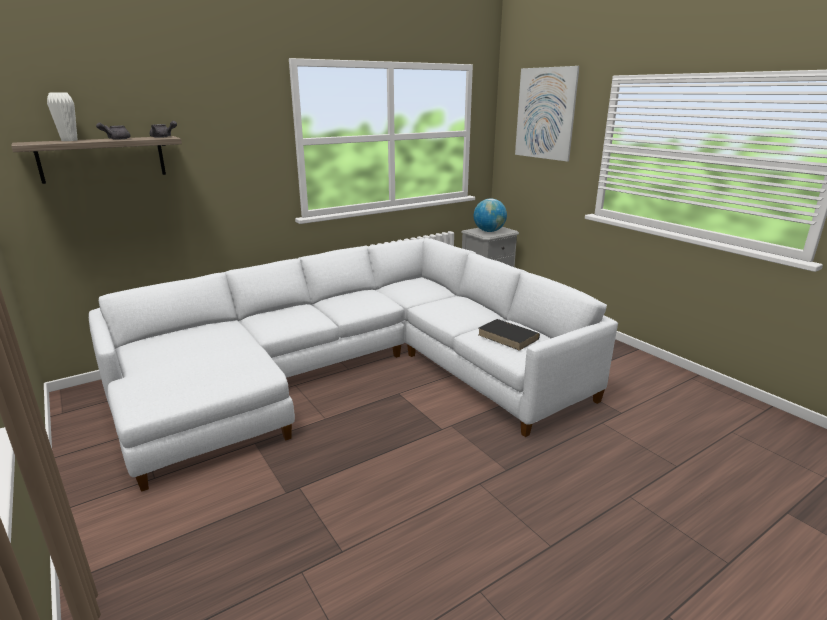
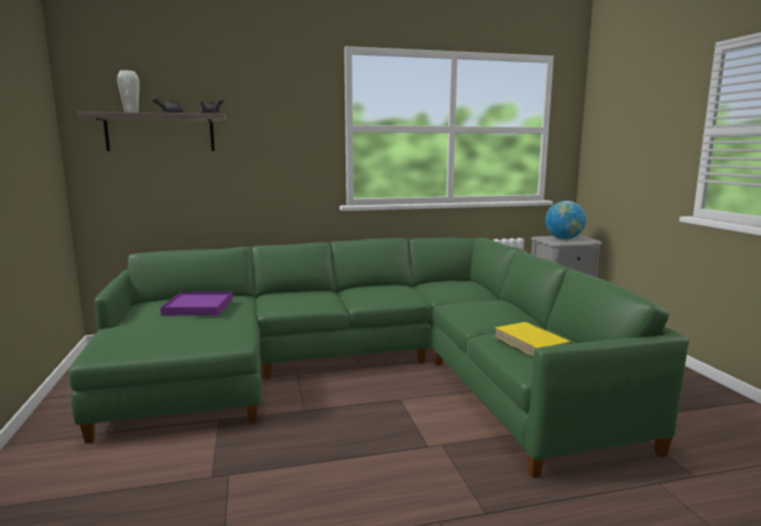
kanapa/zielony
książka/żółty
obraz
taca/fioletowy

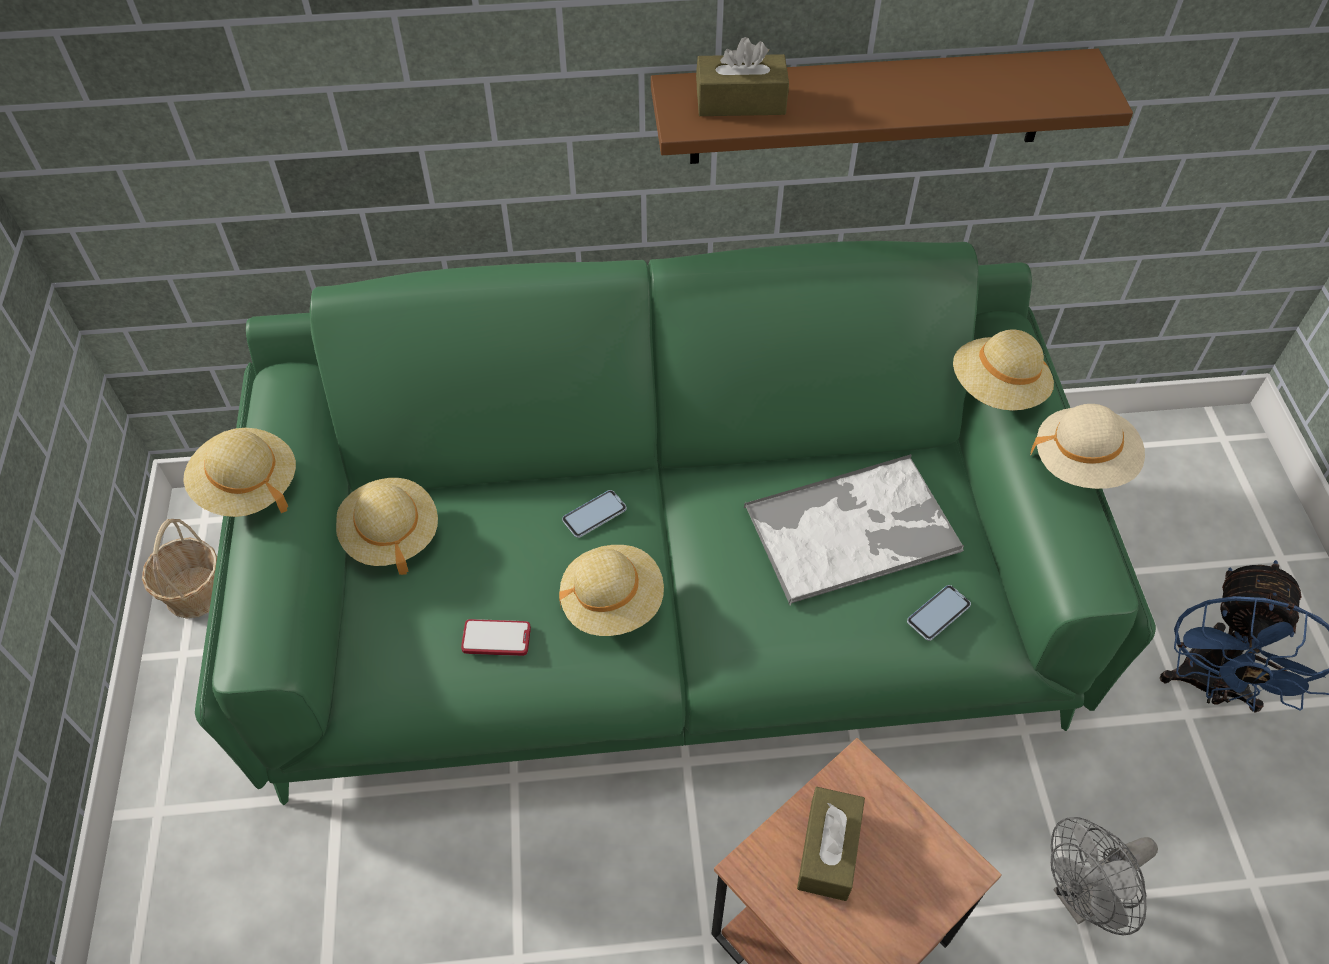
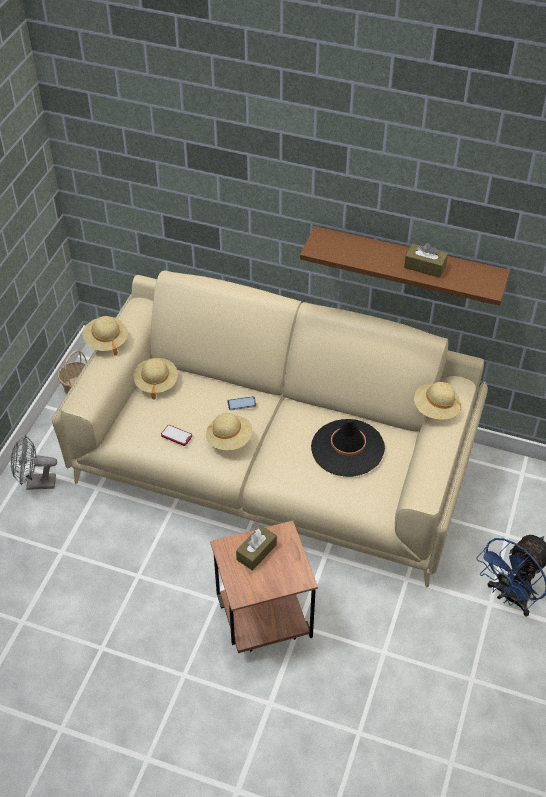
kanapa/beżowy
pudełko chusteczek/brązowy (no. 2 from left)
kapelusz/czarny
telefon (no. 3 from left in the first image)
kapelusz/beżowy (no. 5 from left in the first image)
wentylator/szary

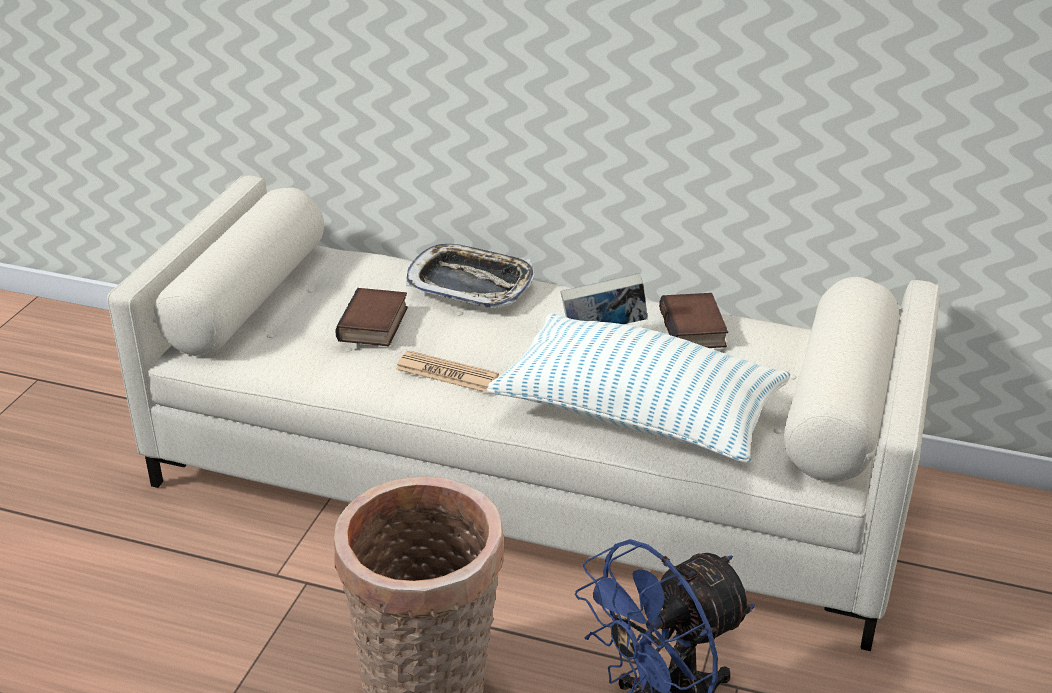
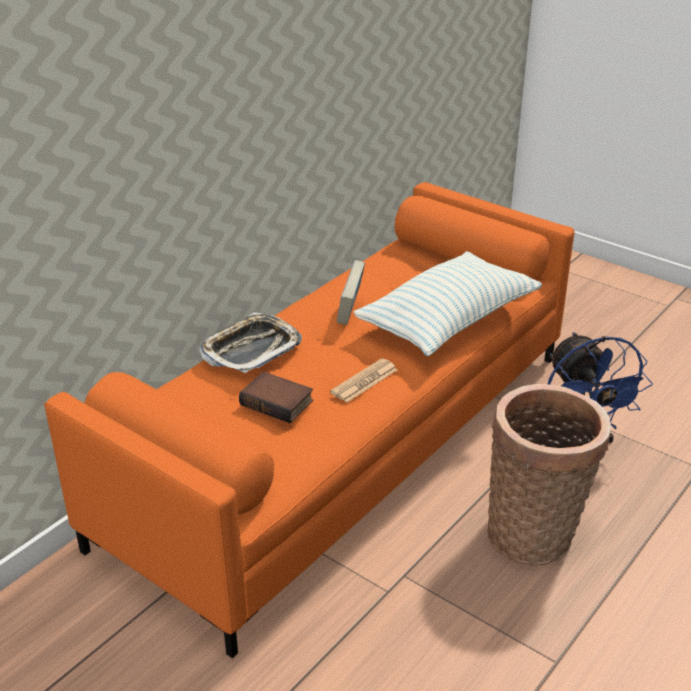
kanapa/pomarańczowy
książka (no. 3 from left in the first image)

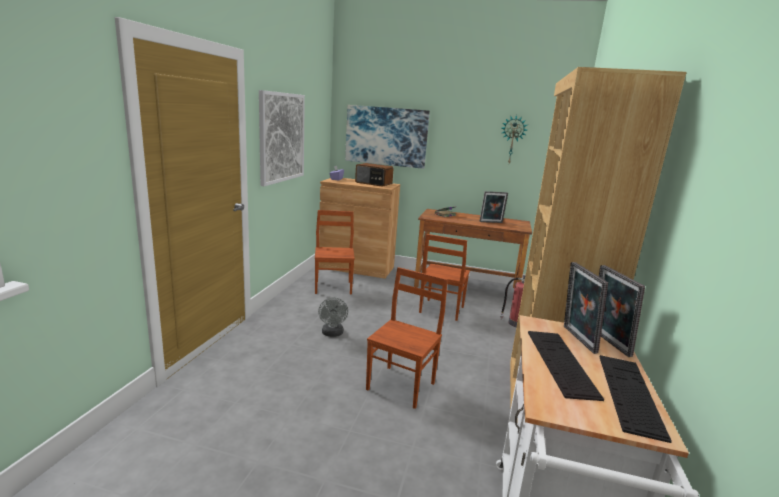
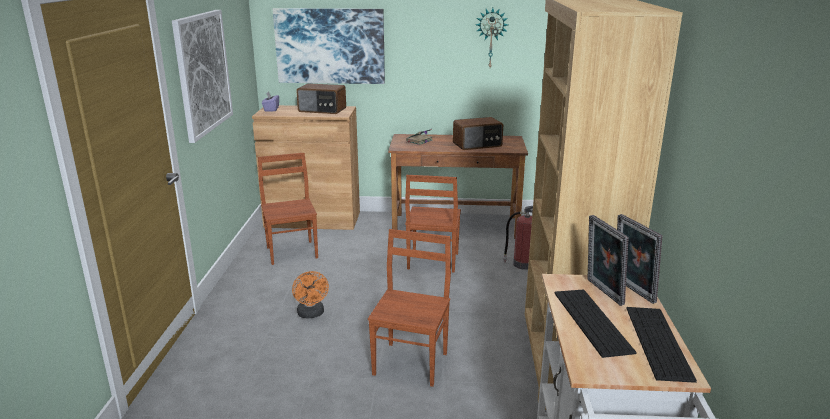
wentylator/pomarańczowy
radio (no. 2 from left)

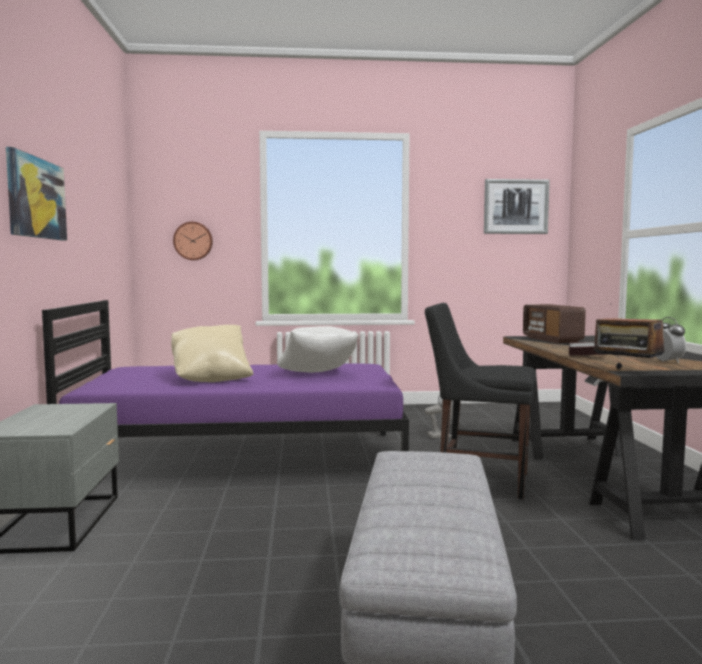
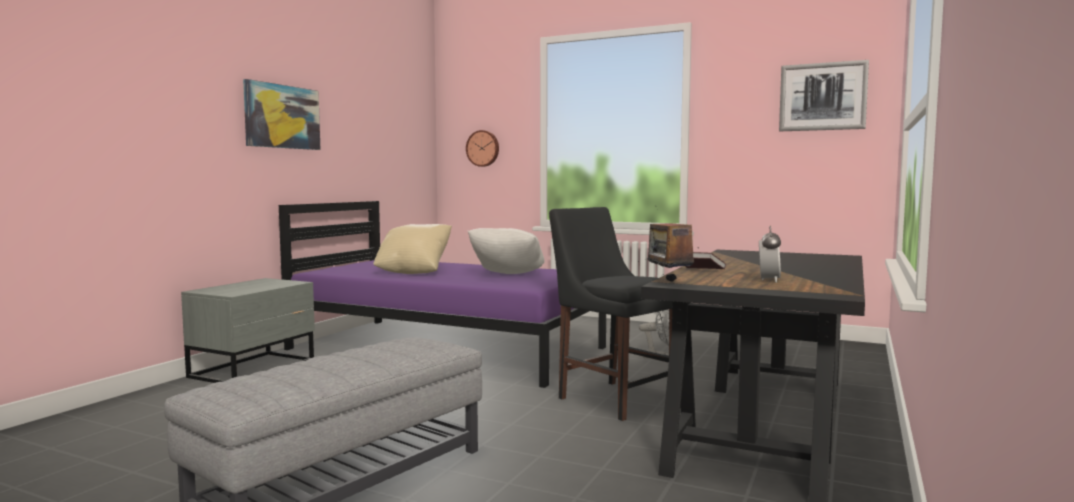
radio (no. 1 from left in the first image)

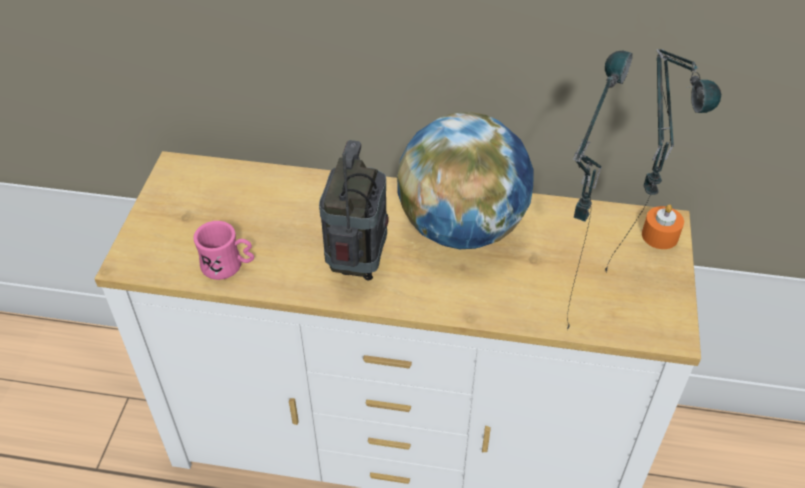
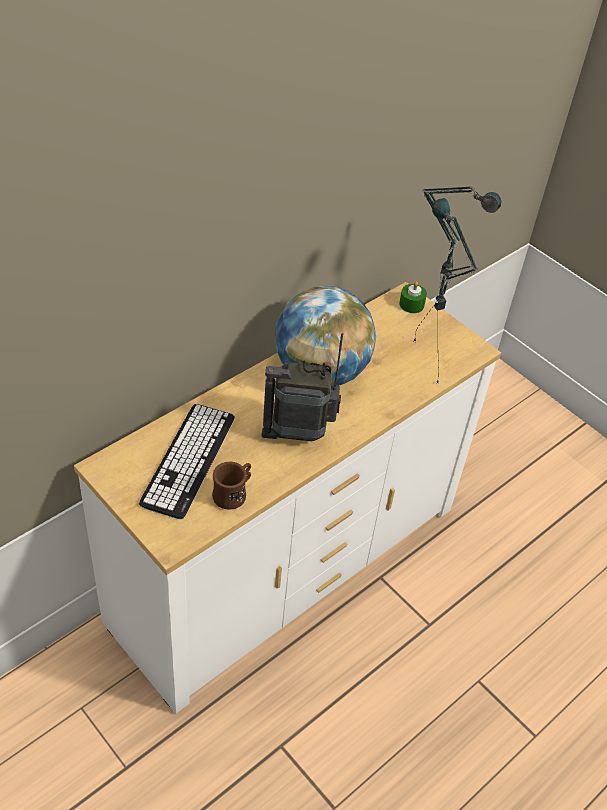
kubek/brązowy
radio
świeca/zielony
klawiatura

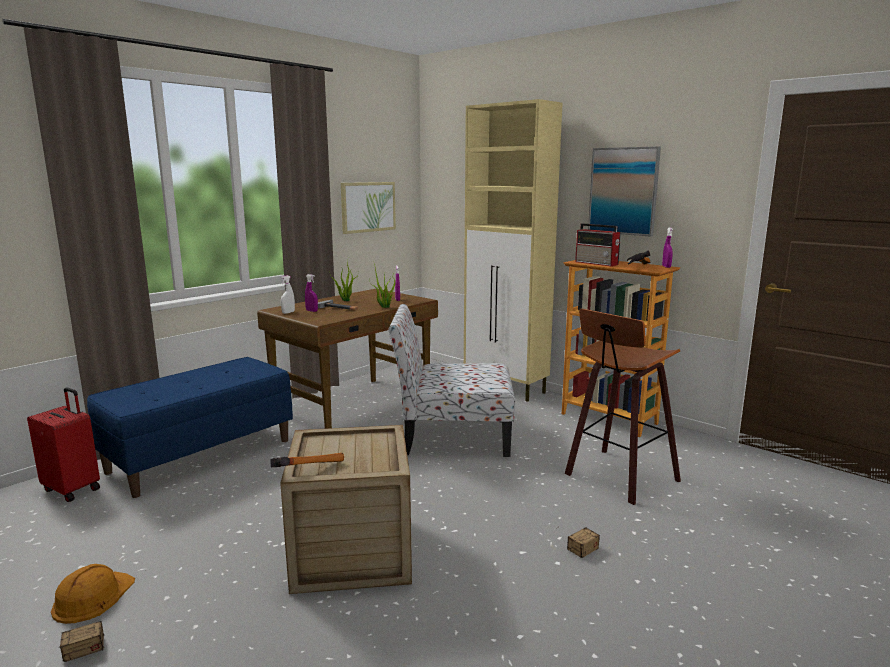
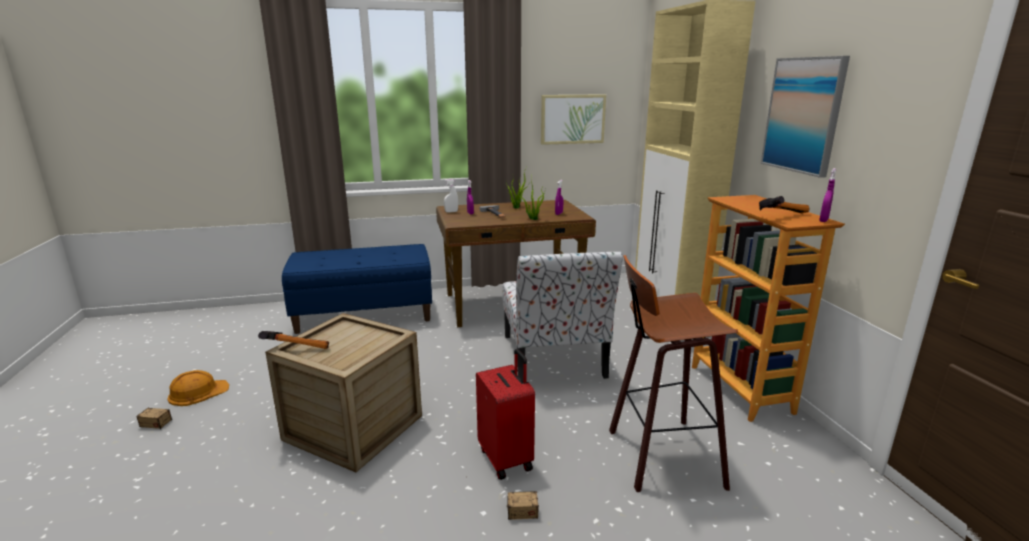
walizka/czerwony
krzesło
radio

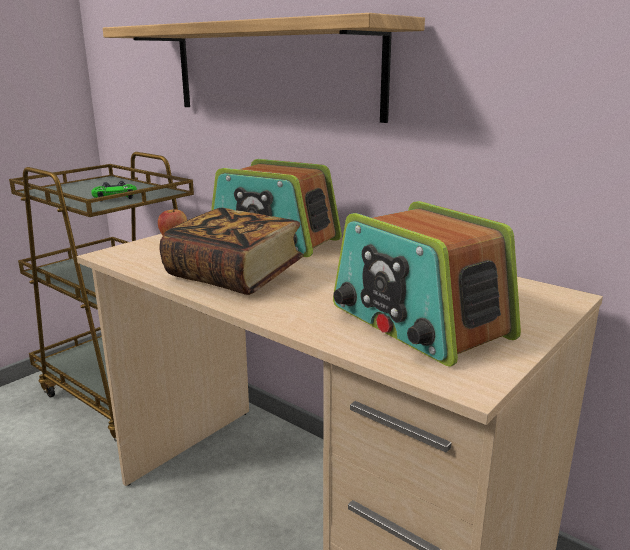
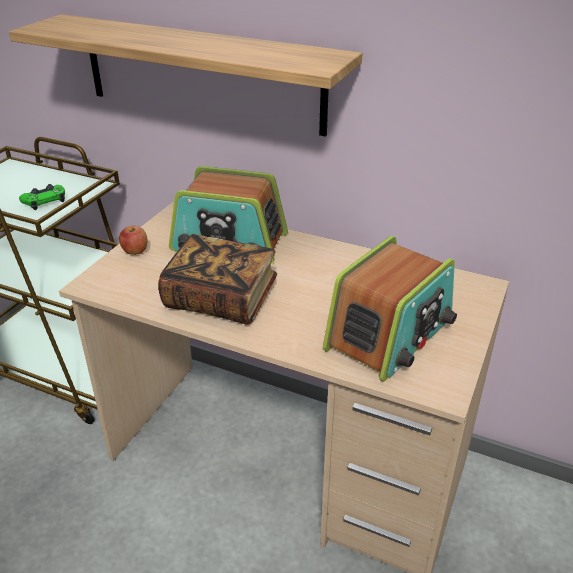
radio (no. 2 from left)

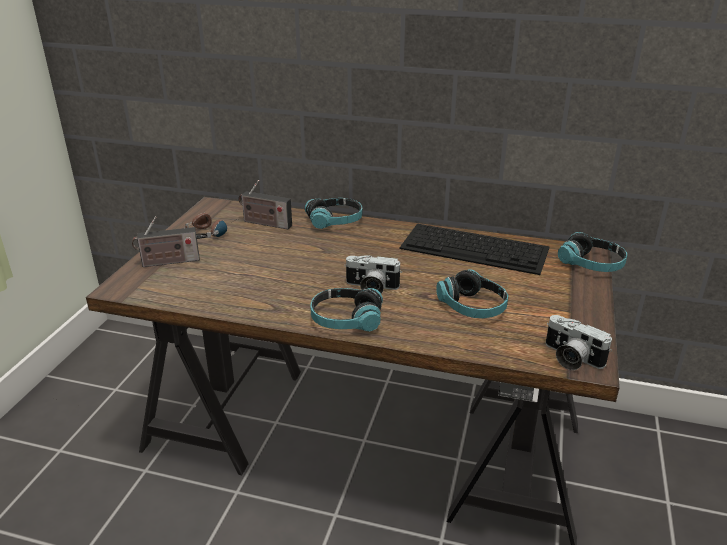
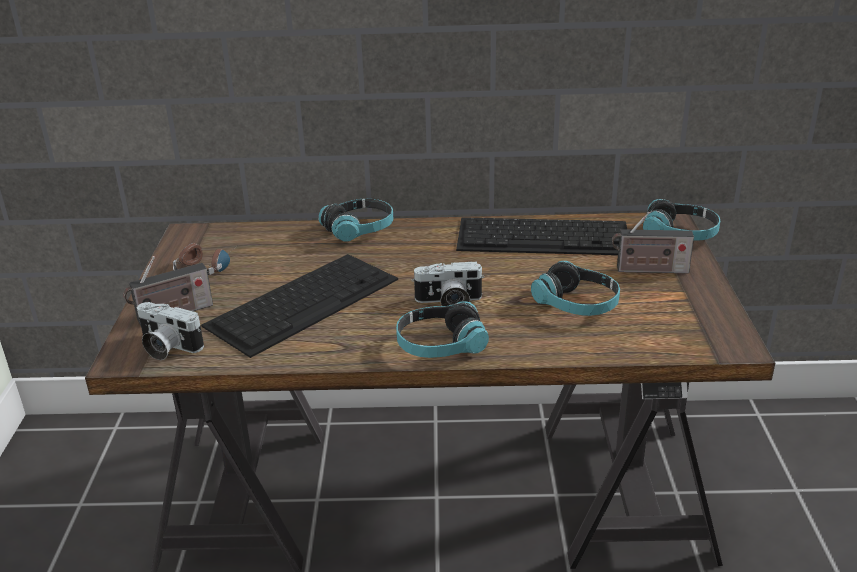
radio (no. 2 from left)
aparat fotograficzny (no. 1 from left)
klawiatura (no. 1 from left)

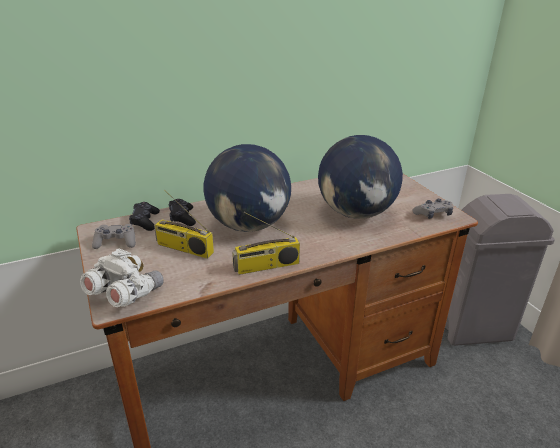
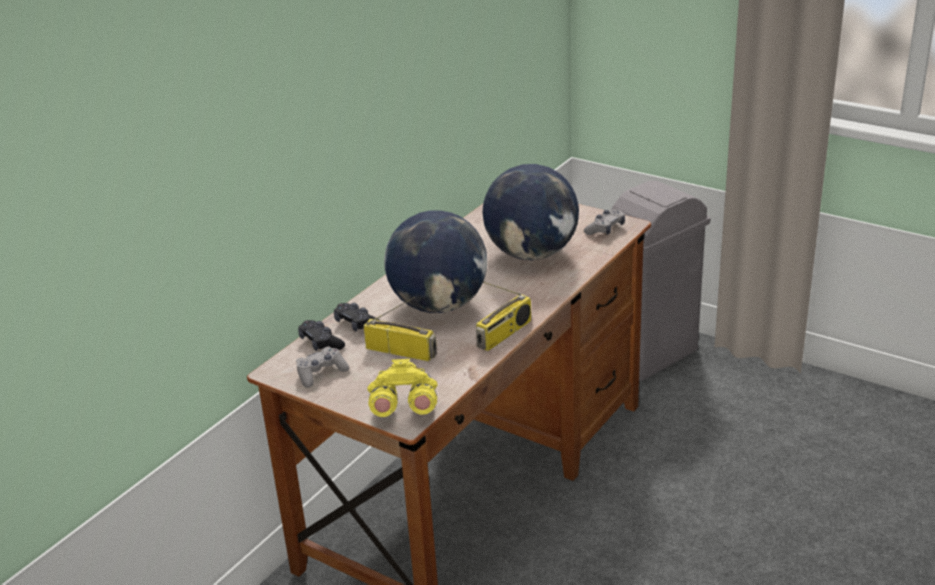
lornetka/żółty
radio (no. 1 from left)

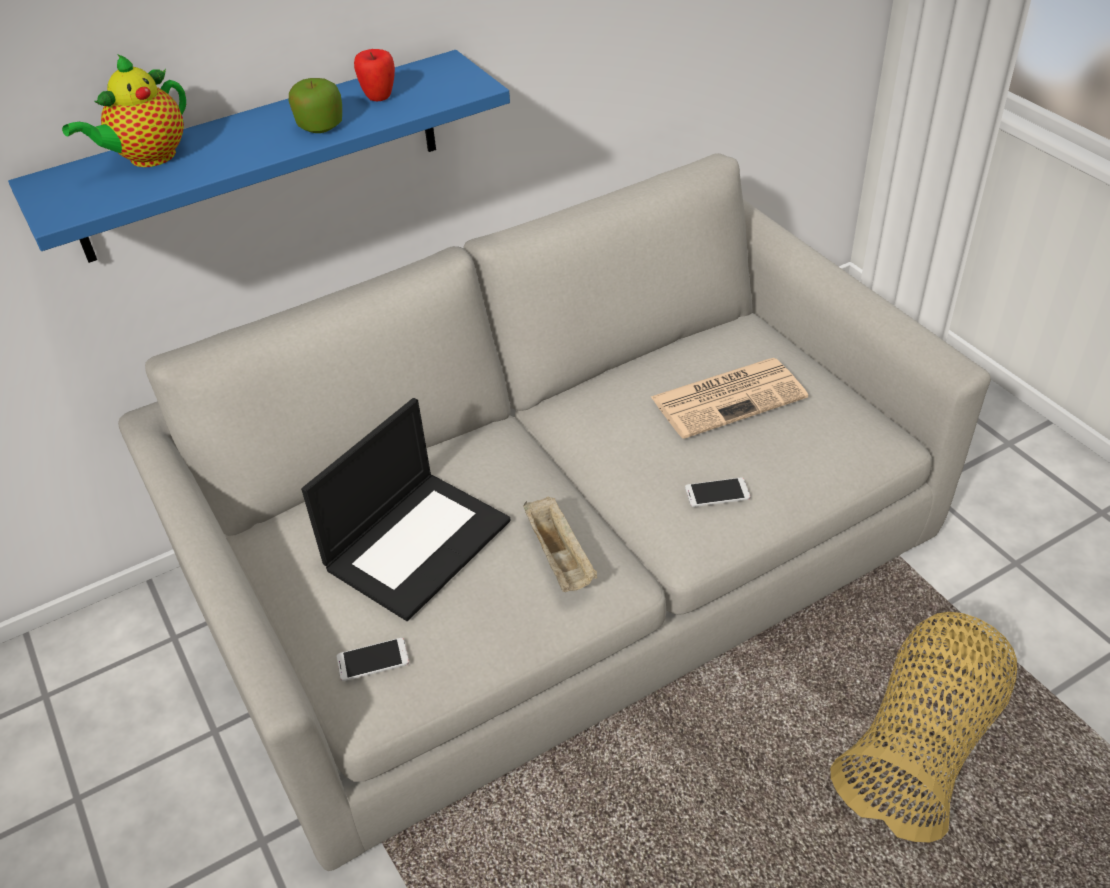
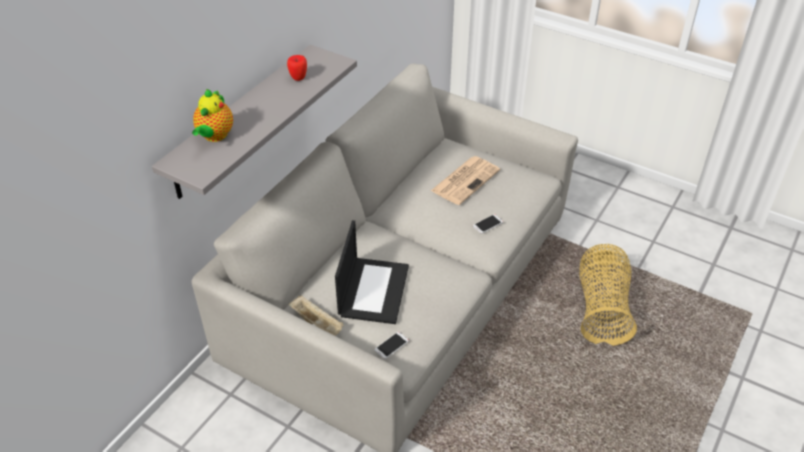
półka/szary
jabłko (no. 1 from left in the first image)
taca/beżowy

